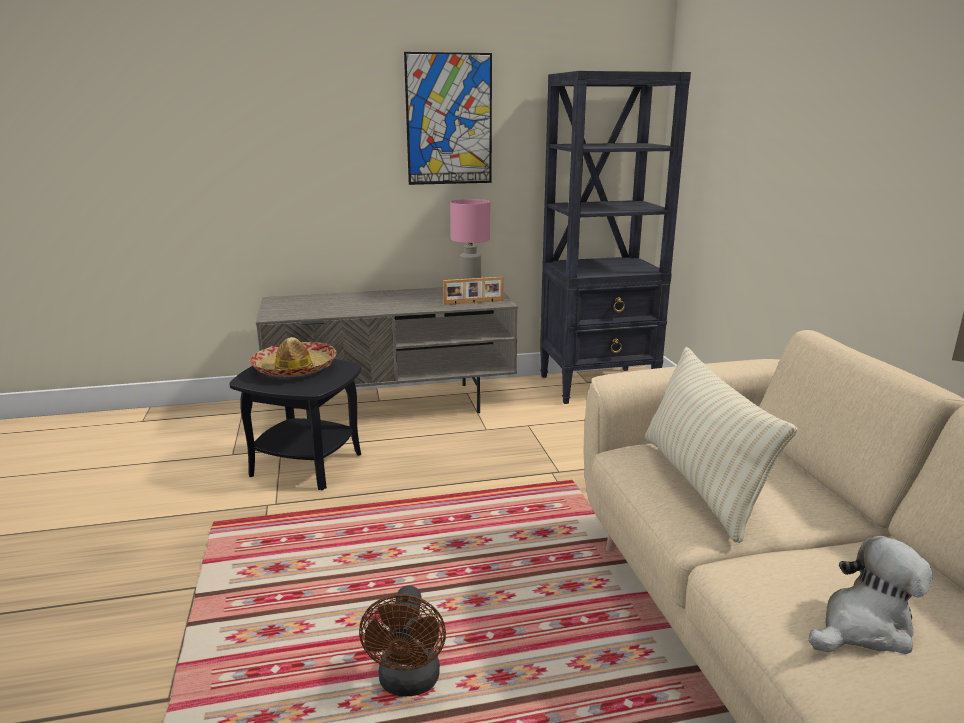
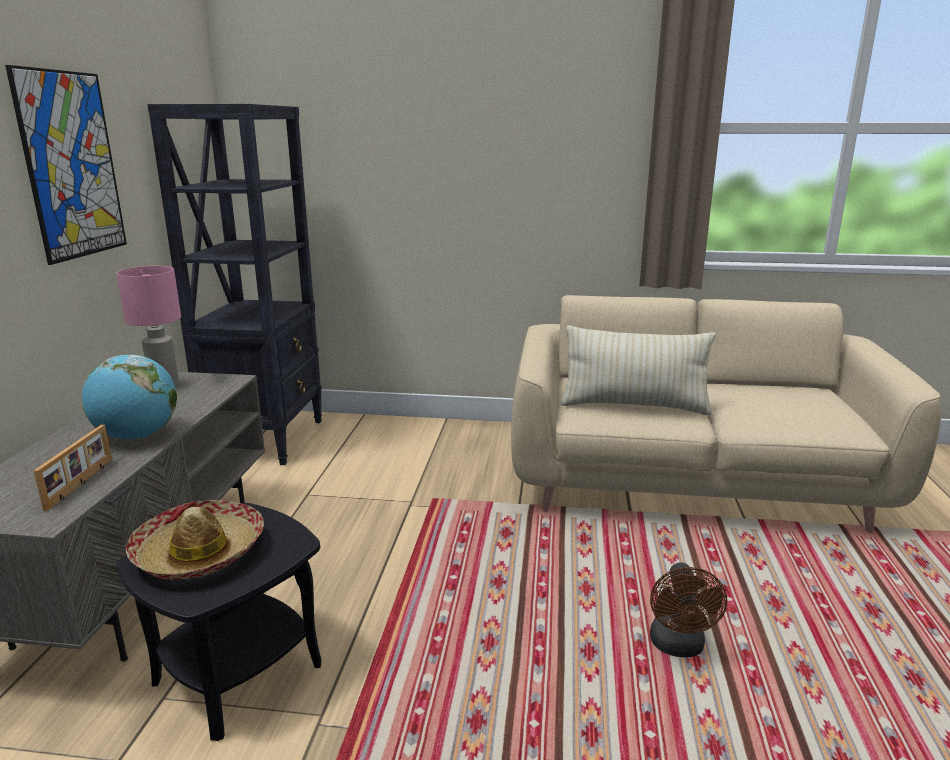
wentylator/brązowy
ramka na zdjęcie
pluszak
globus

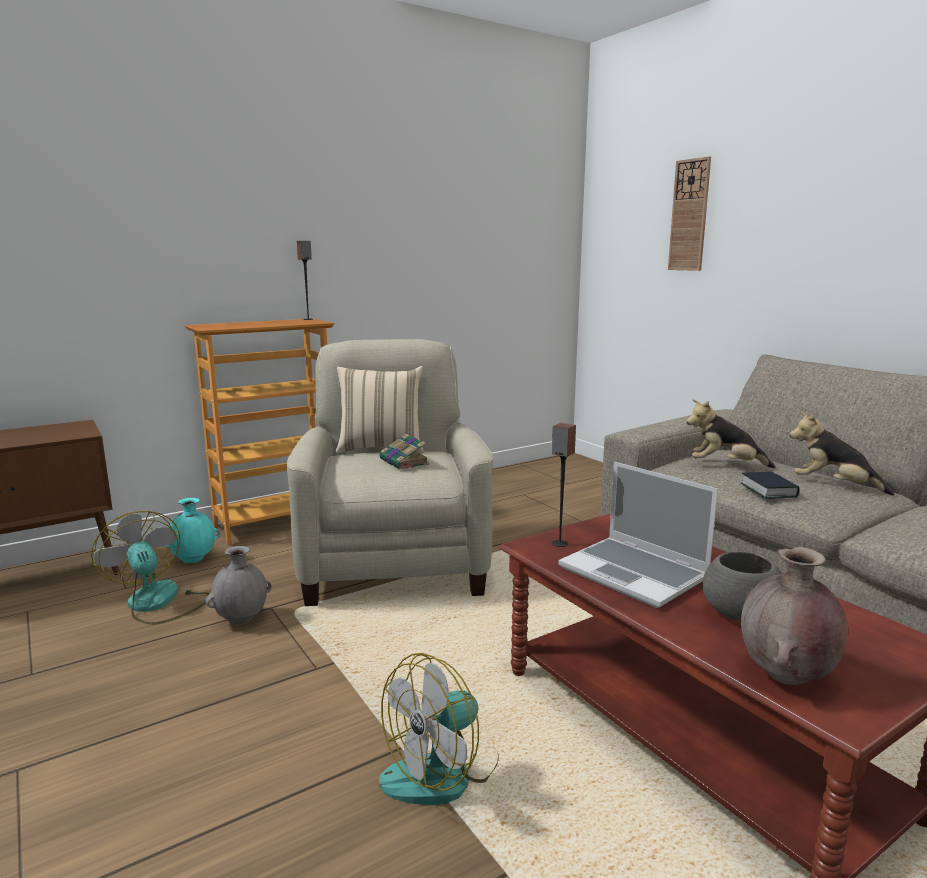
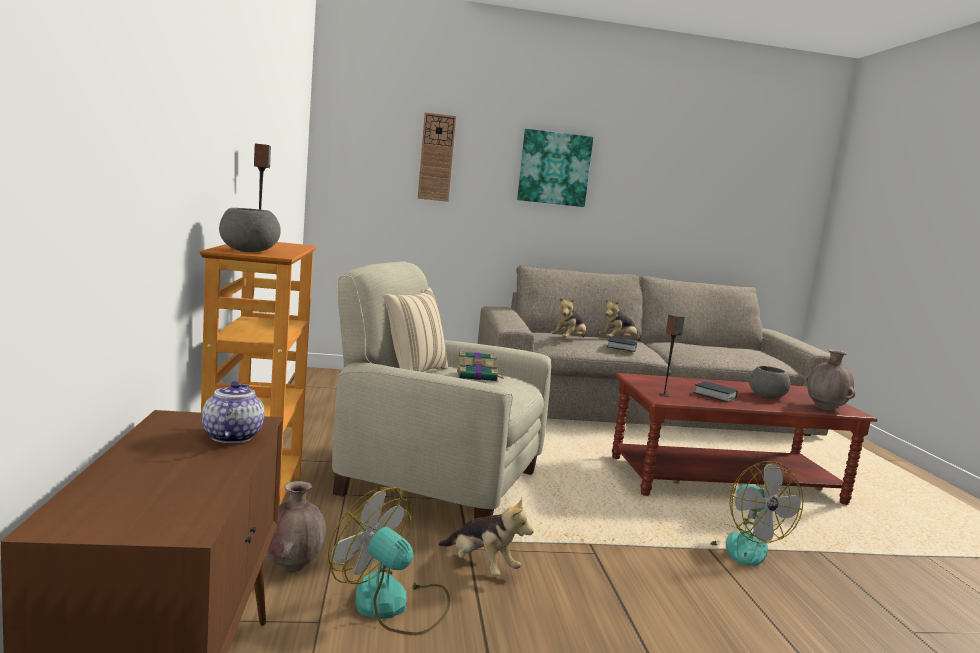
wentylator (no. 1 from left)
wazon/brązowy (no. 1 from left)
pluszak (no. 1 from left)
książka (no. 3 from left)
imbryk
miska/szary (no. 1 from left)
obraz

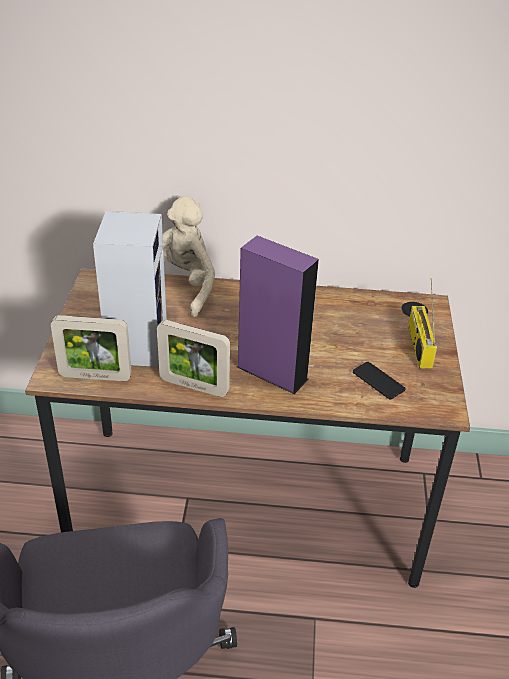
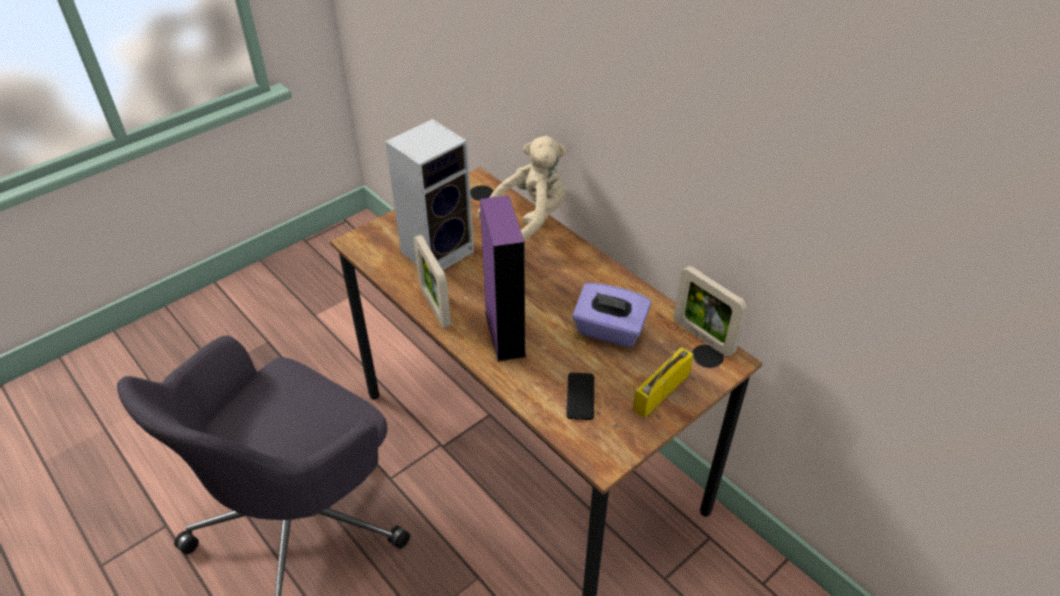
ramka na zdjęcie (no. 2 from left)
pudełko chusteczek/fioletowy

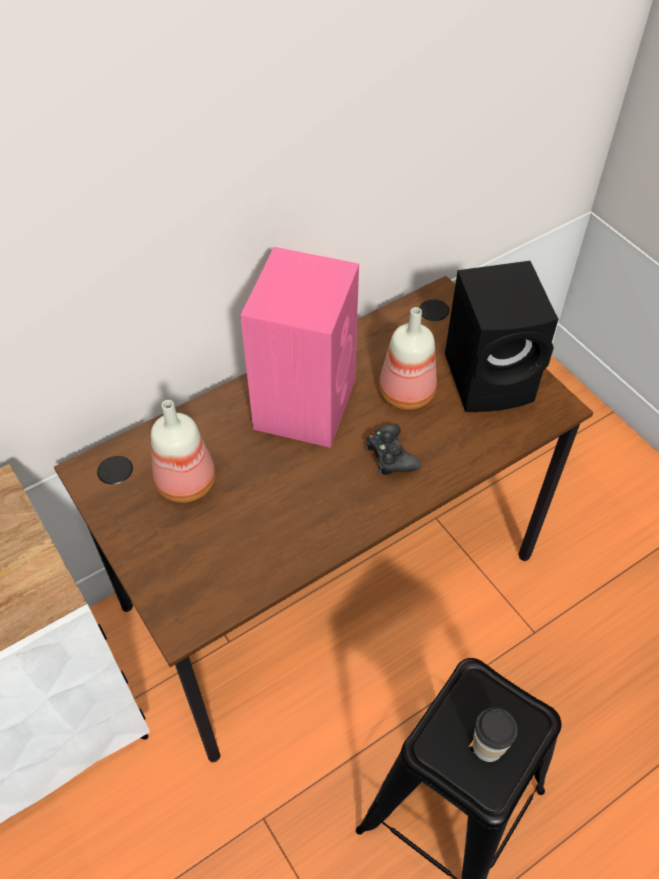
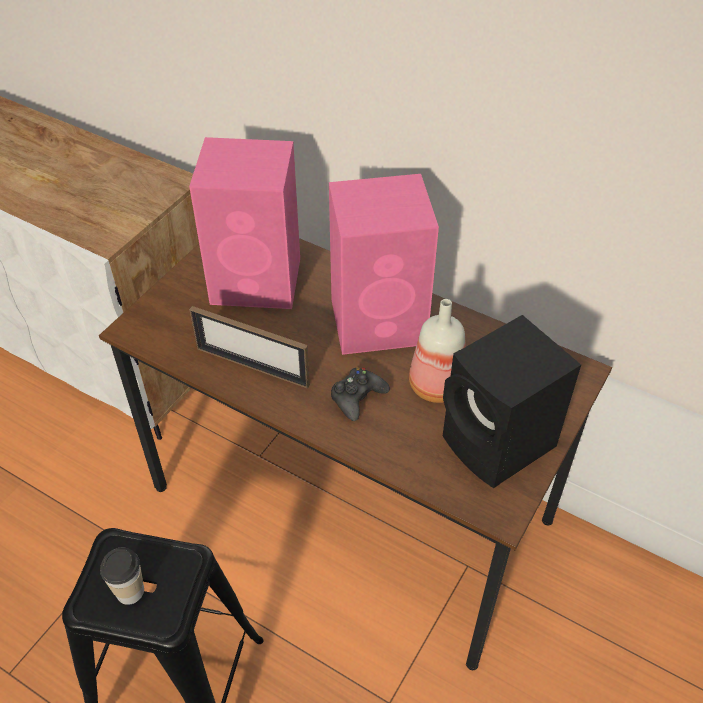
głośnik/różowy (no. 1 from left)
ramka na zdjęcie

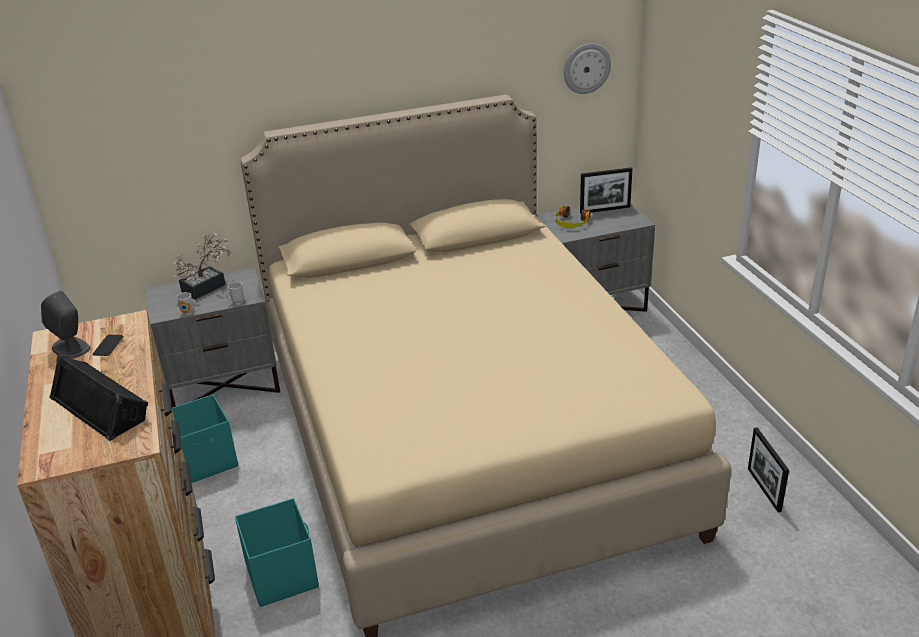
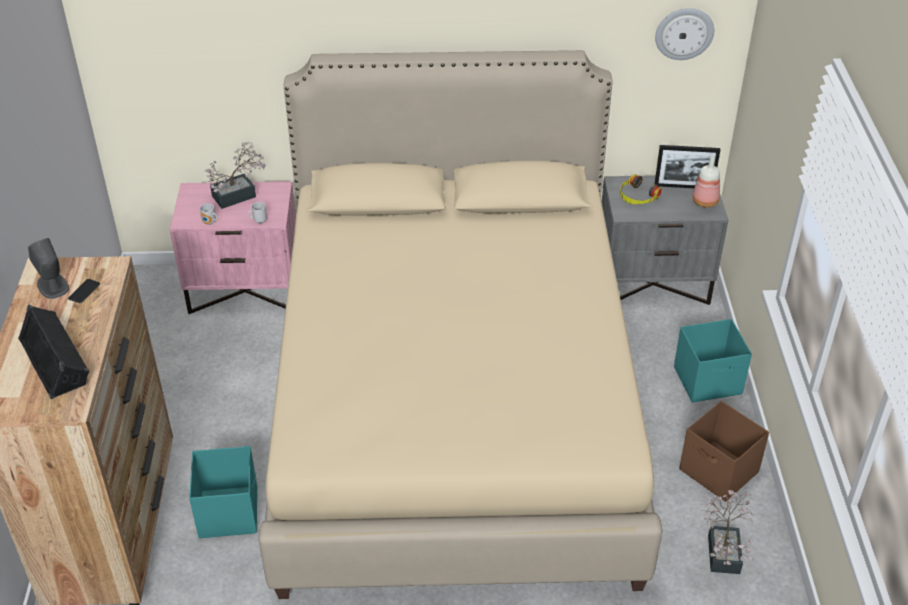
szafka nocna/różowy
pojemnik do przechowywania/turkusowy (no. 2 from left)
roślina doniczkowa (no. 2 from left)
pojemnik do przechowywania/brązowy
butelka

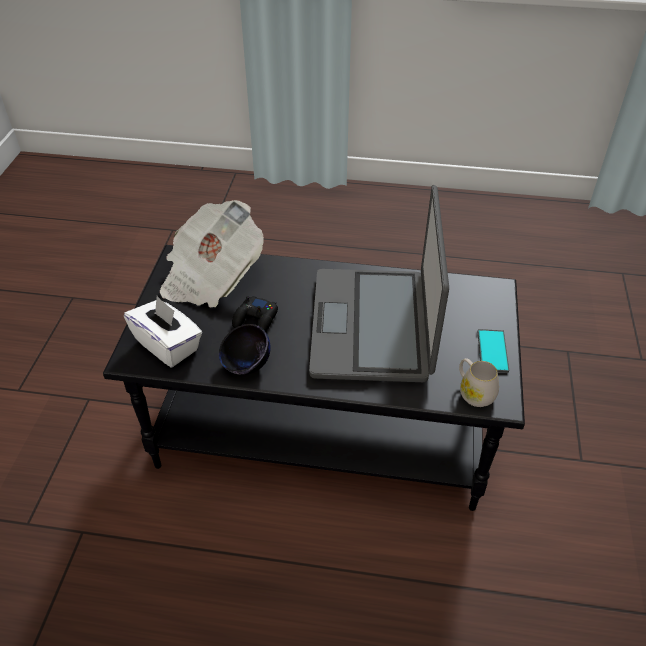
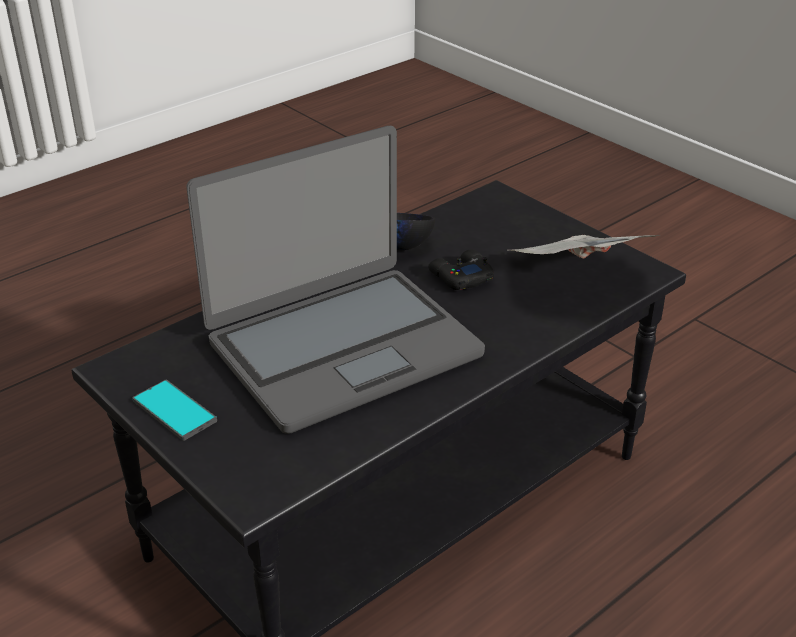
pudełko chusteczek/biały
laptop
kubek/biały

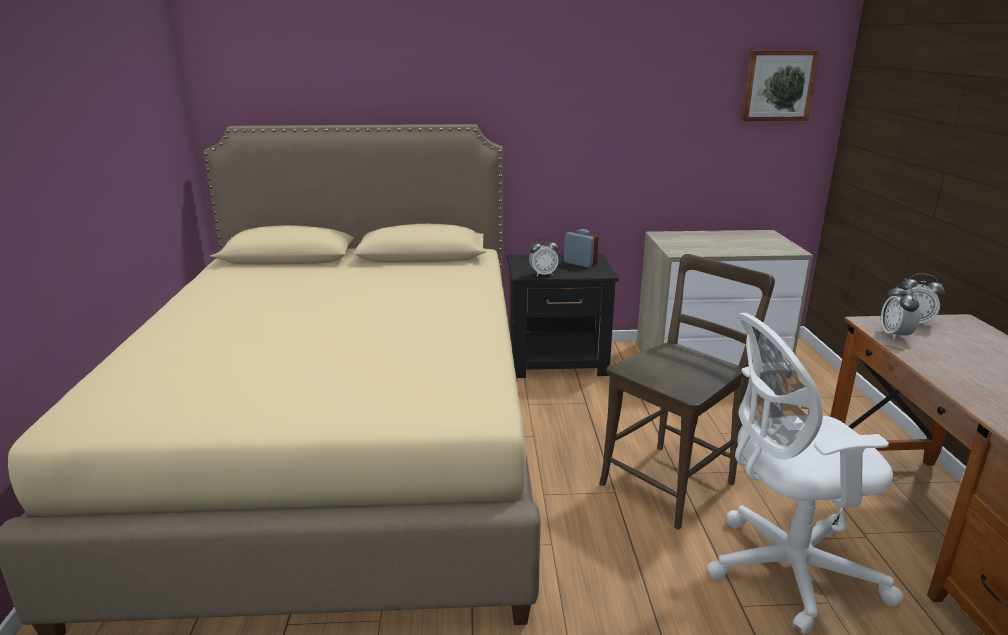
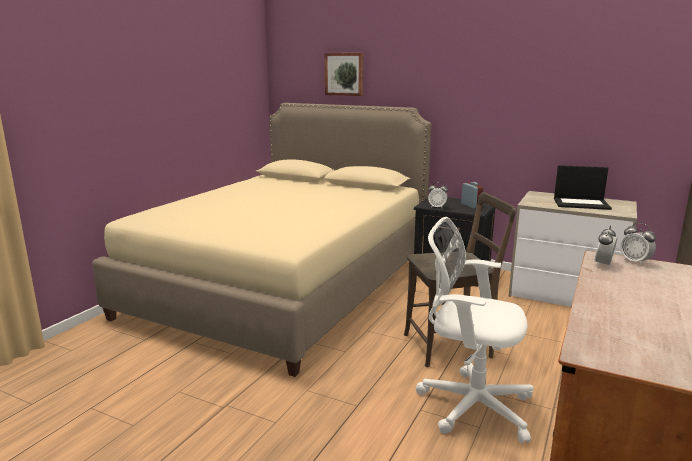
obraz
laptop

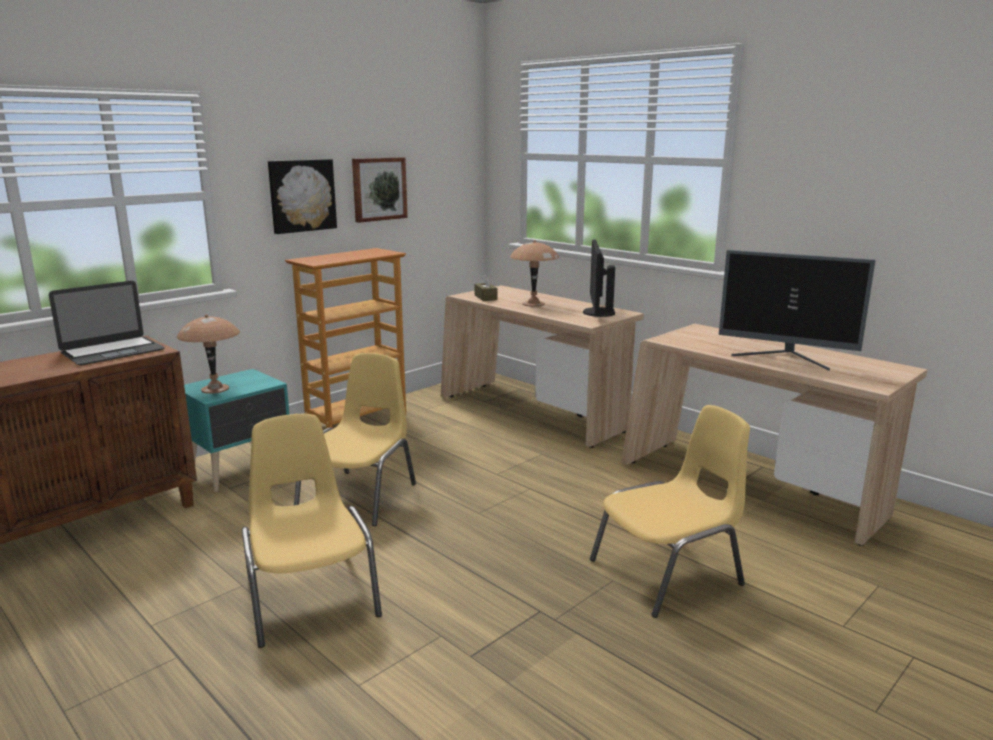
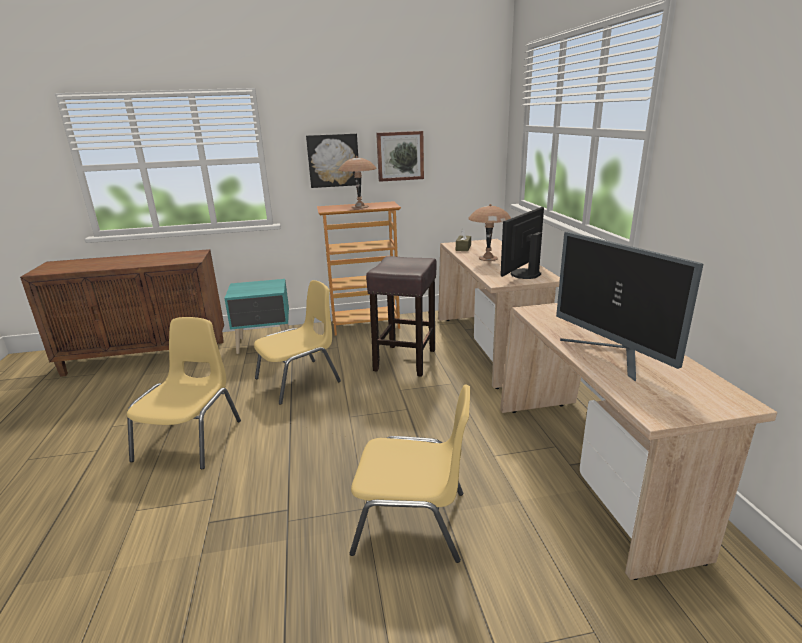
laptop
lampa stołowa/brązowy (no. 1 from left)
stołek/brązowy

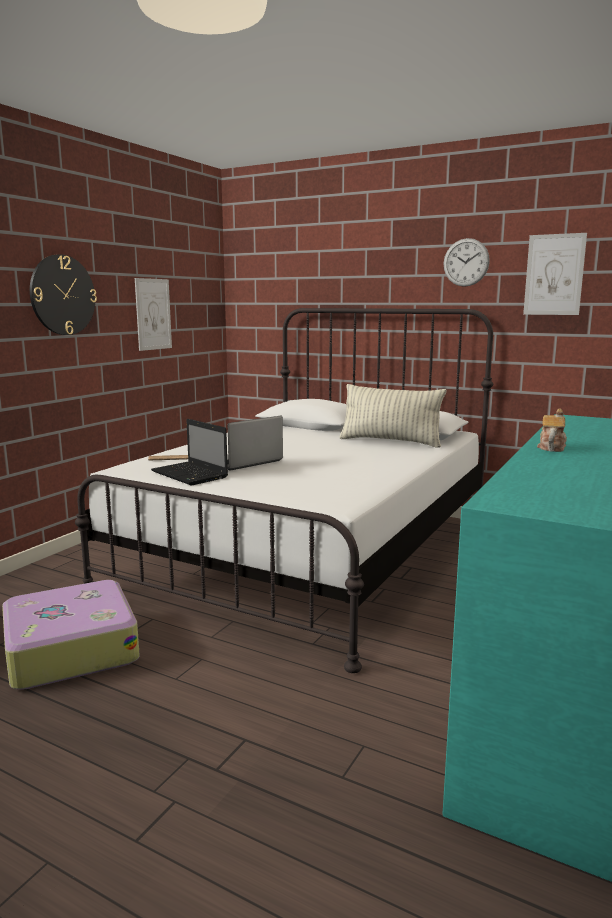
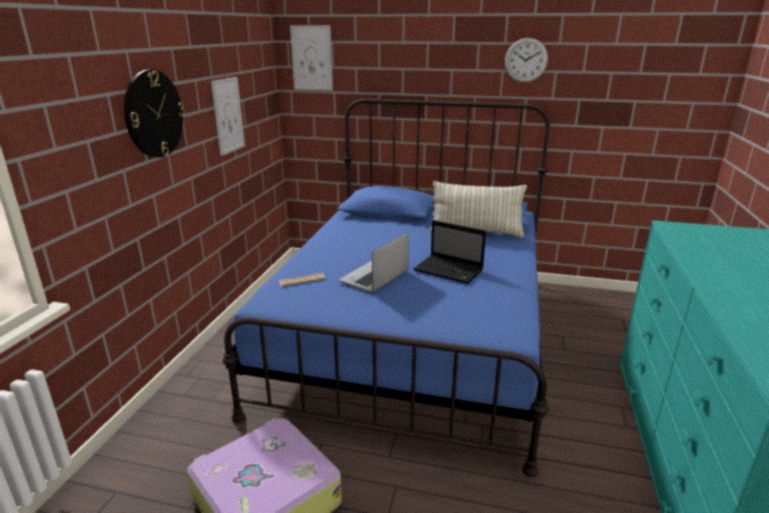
łóżko/niebieski
laptop (no. 2 from left)
obraz (no. 2 from left)
imbryk

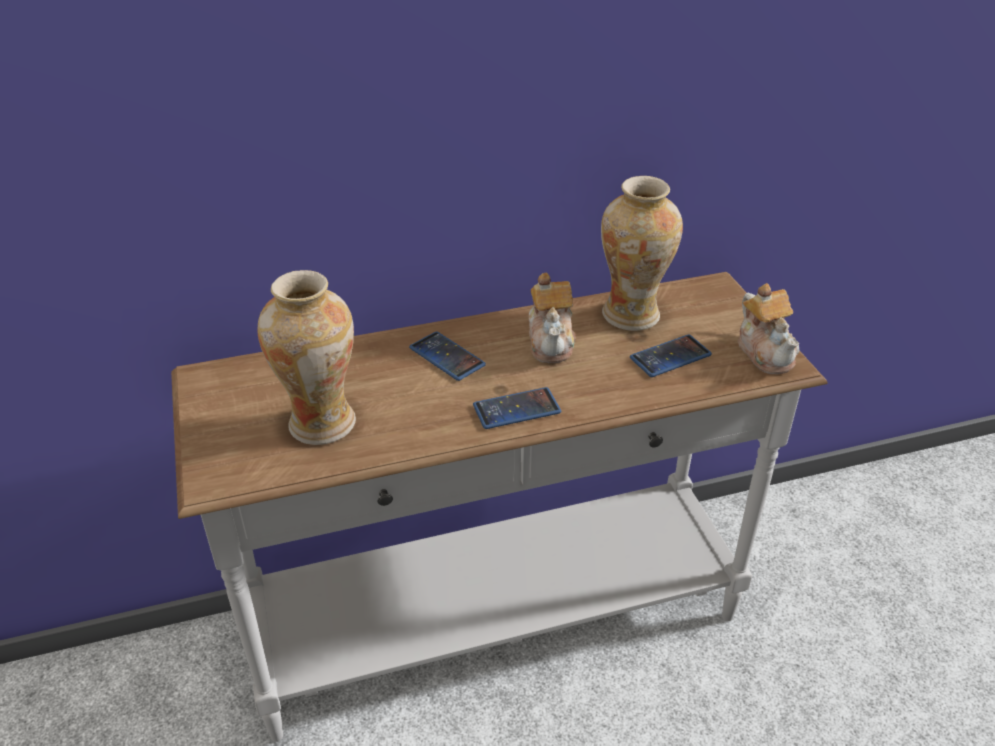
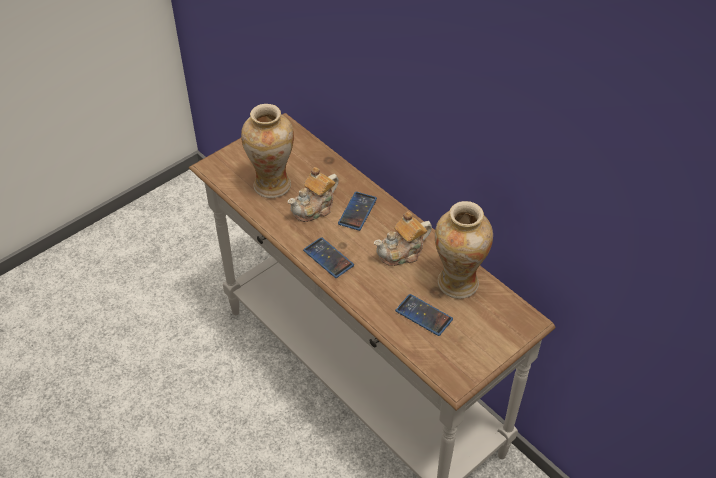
imbryk (no. 1 from left)

